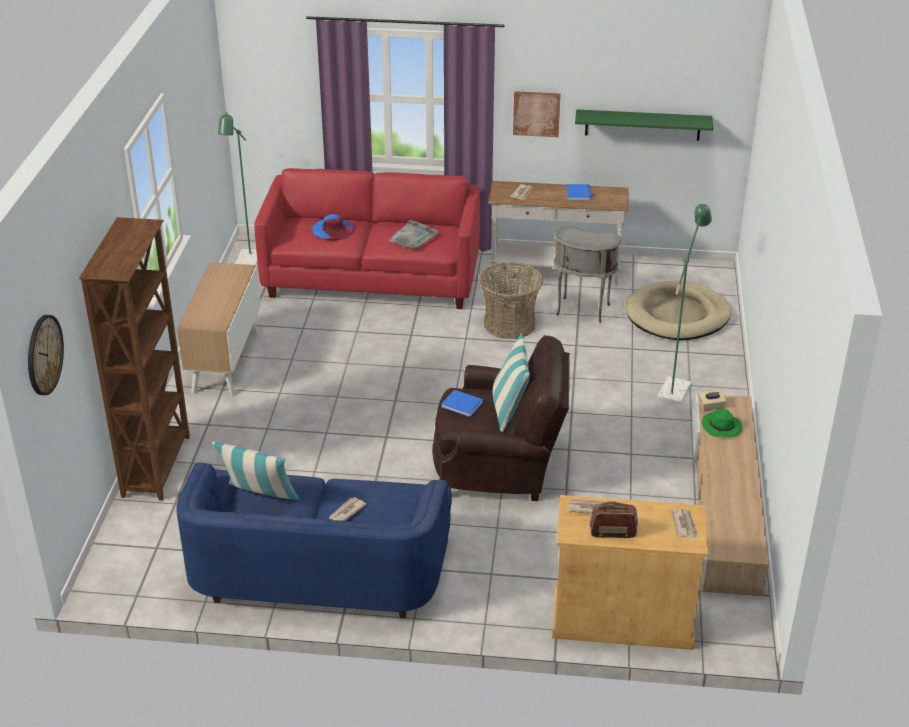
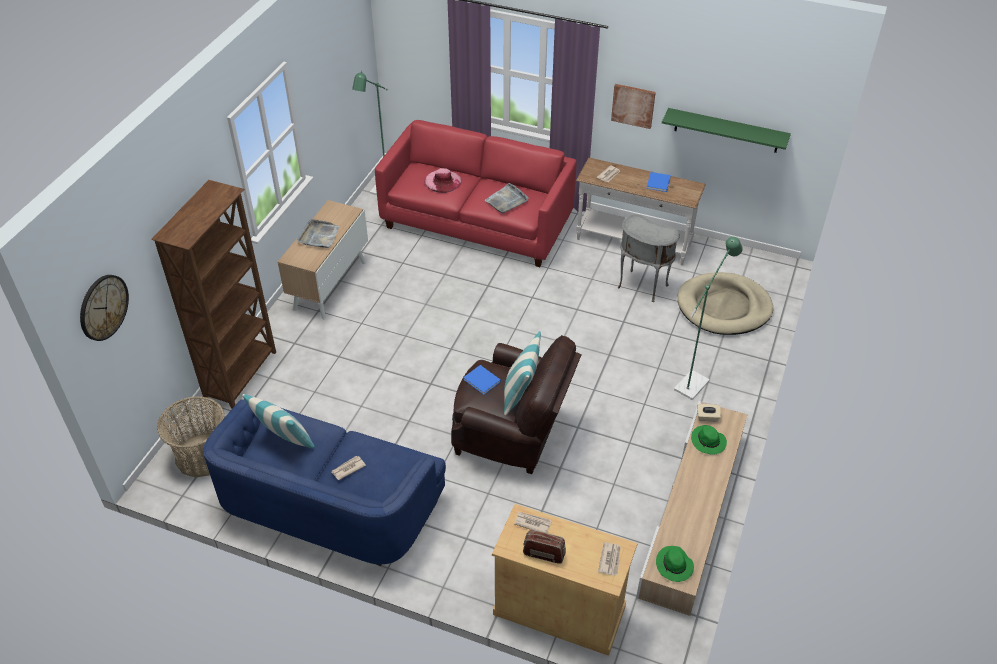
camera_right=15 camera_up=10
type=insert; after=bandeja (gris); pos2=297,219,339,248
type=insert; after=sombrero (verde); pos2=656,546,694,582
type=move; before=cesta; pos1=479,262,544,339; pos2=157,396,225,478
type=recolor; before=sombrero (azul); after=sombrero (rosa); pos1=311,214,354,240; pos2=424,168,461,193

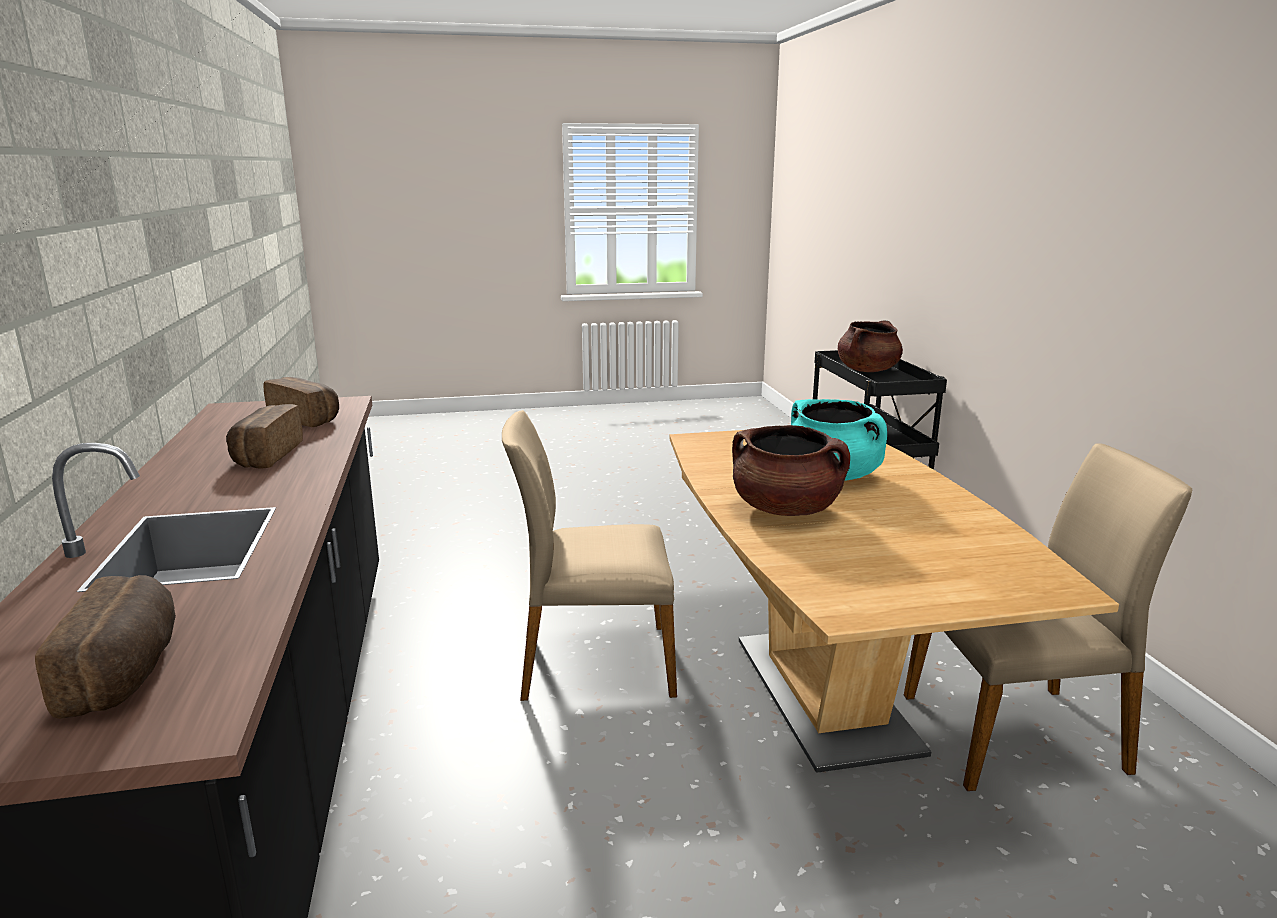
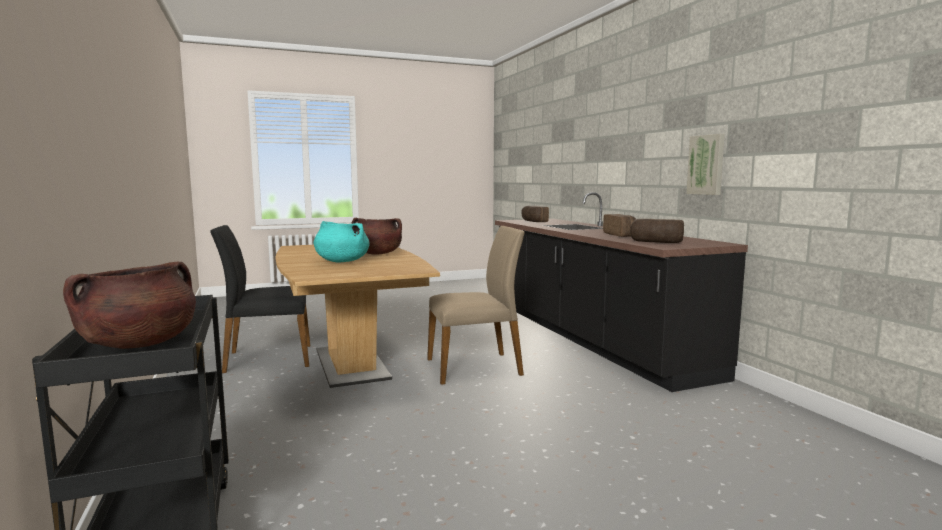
camera_right=170 camera_up=-10
type=insert; after=cuadro; pos2=686,134,725,195
type=recolor; before=silla (beis); after=silla (negro); pos1=904,443,1192,791; pos2=210,225,310,373

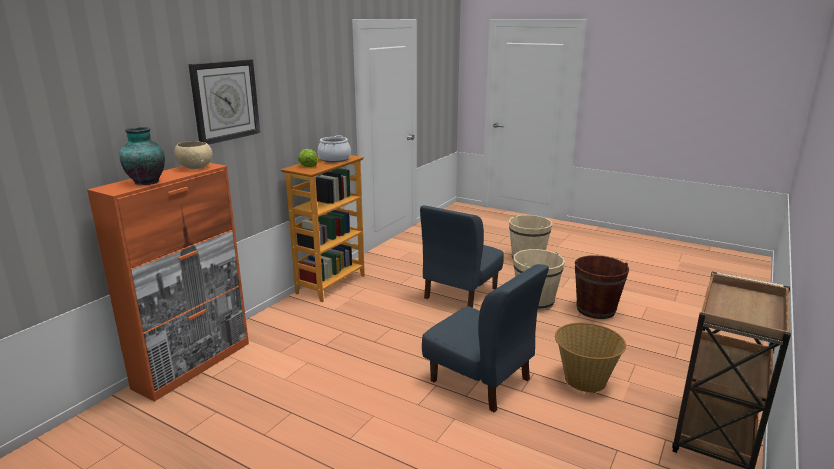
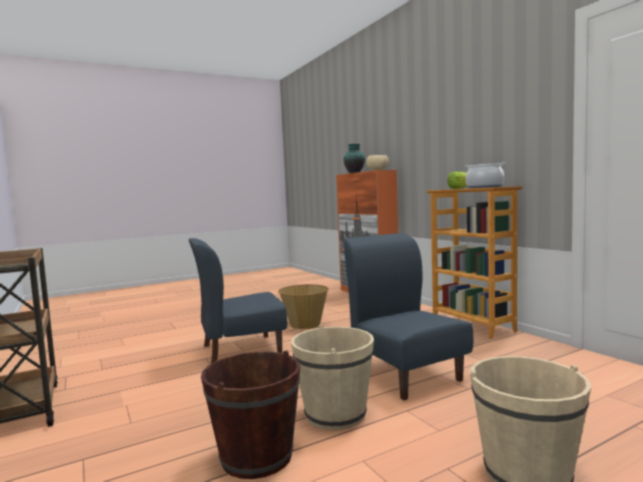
camera_right=120 camera_up=-15
type=delete; before=reloj de pared; pos1=188,60,260,145
type=move; before=cesta; pos1=555,323,626,392; pos2=278,284,329,329

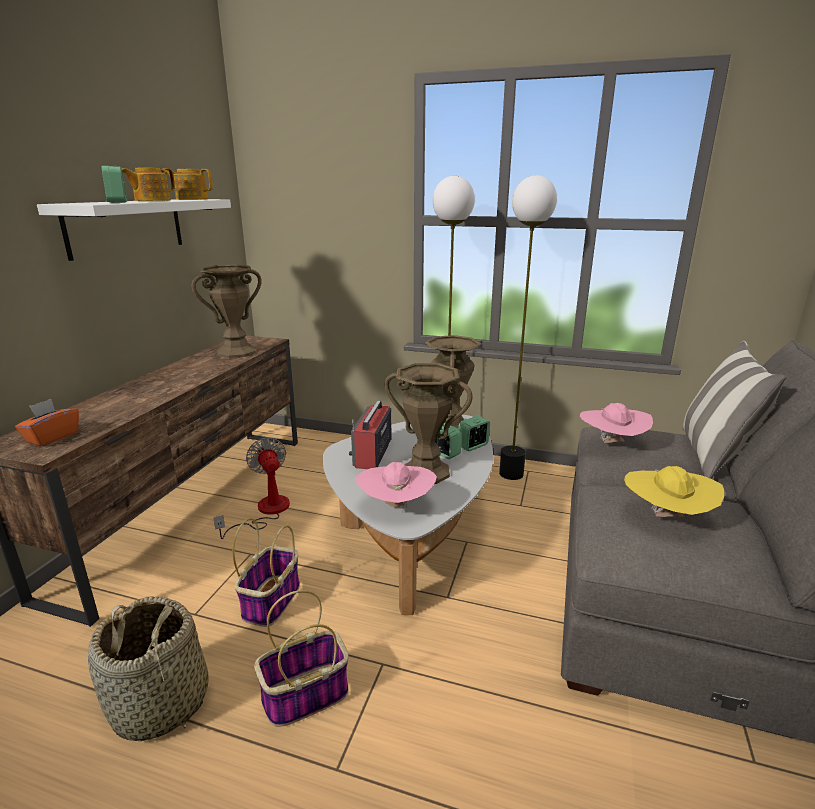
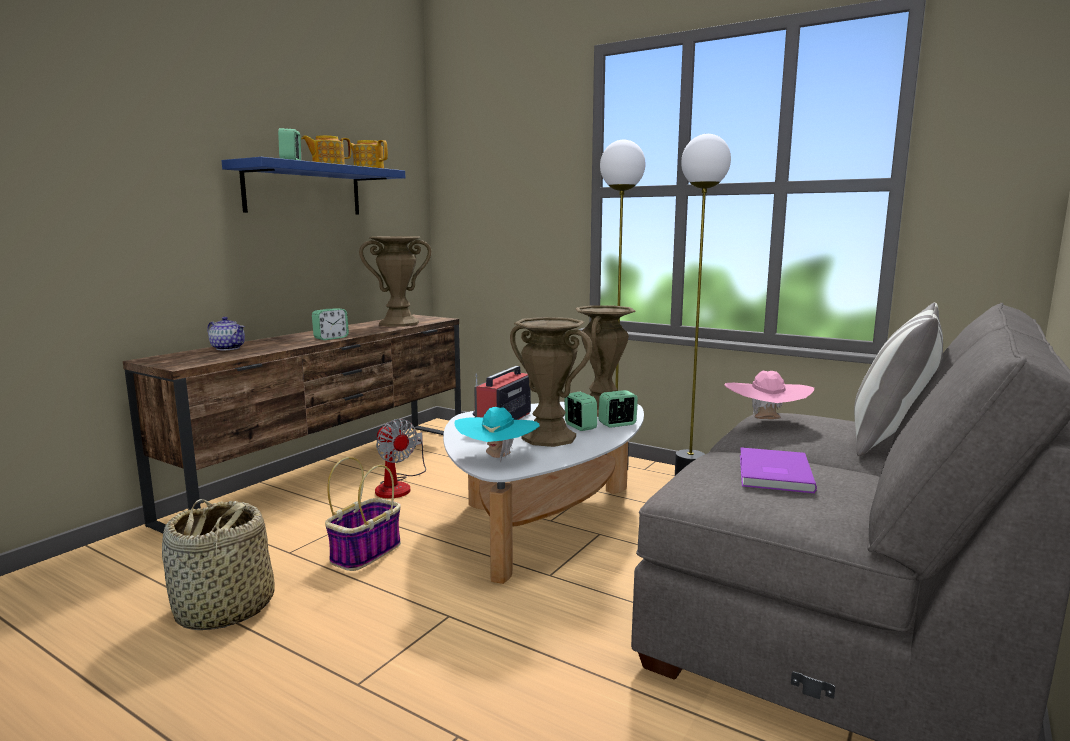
camera_right=15 camera_up=-10
type=delete; before=caja de pañuelos (naranja); pos1=15,399,79,447
type=delete; before=cesta; pos1=254,590,349,727
type=insert; after=tetera; pos2=207,317,245,350
type=insert; after=despertador; pos2=312,308,349,340
type=replace; before=sombrero (amarillo); after=libro (morado); pos1=624,466,724,517; pos2=740,447,817,493
type=recolor; before=estante (blanco); after=estante (azul); pos1=37,199,231,261; pos2=221,157,406,215
type=recolor; before=sombrero (rosa); after=sombrero (turquesa); pos1=355,462,437,512; pos2=454,407,540,462
type=rotate; before=ventilador; pos1=213,437,290,539; pos2=375,419,426,498; turn=150

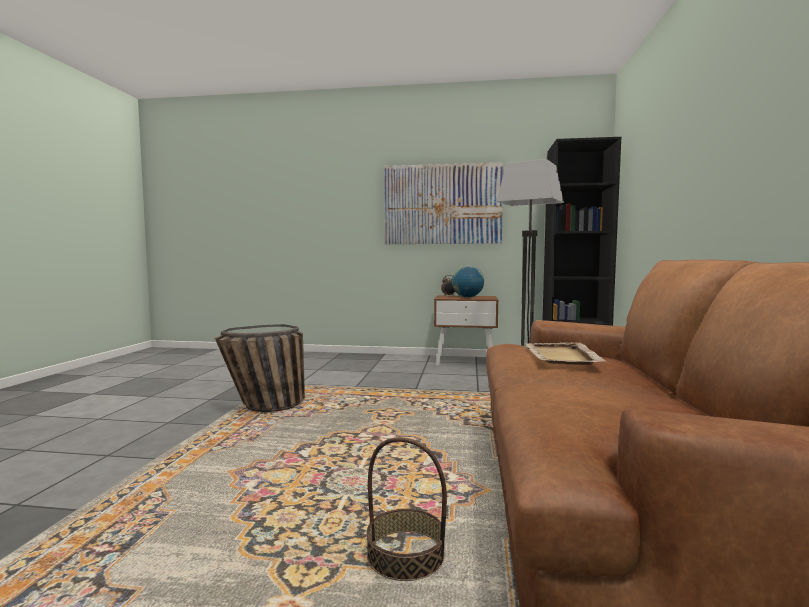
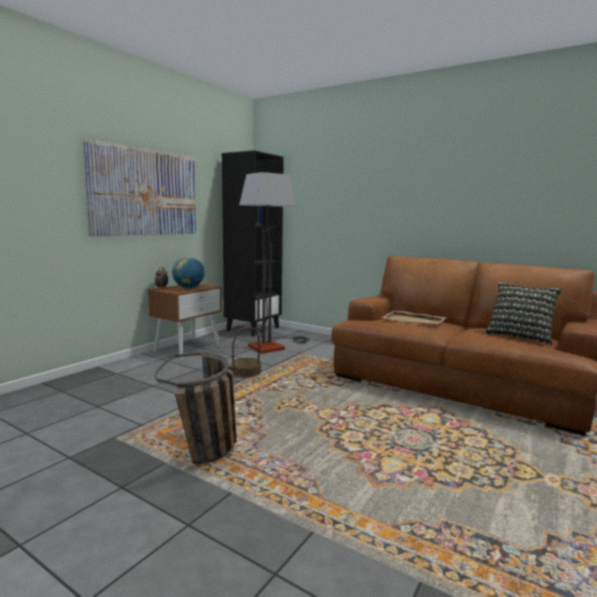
camera_right=-65 camera_up=5
type=insert; after=cojín; pos2=485,282,563,345
type=move; before=cesta; pos1=367,437,447,581; pos2=231,327,262,378

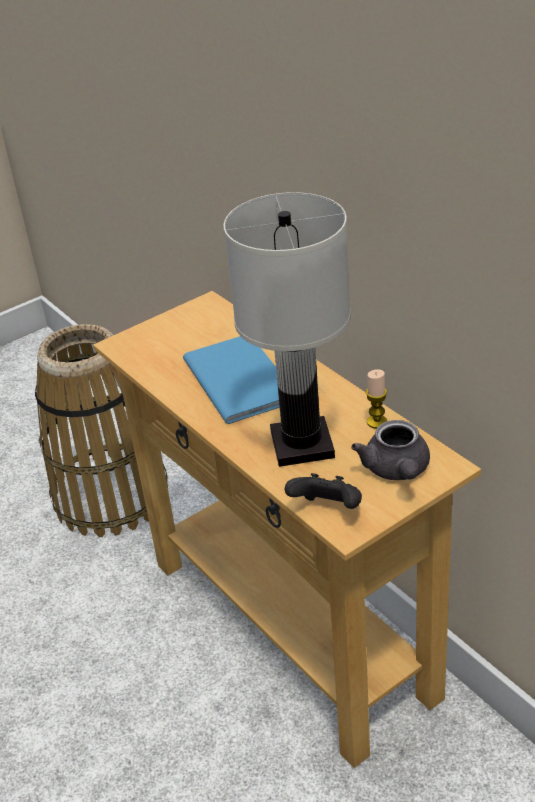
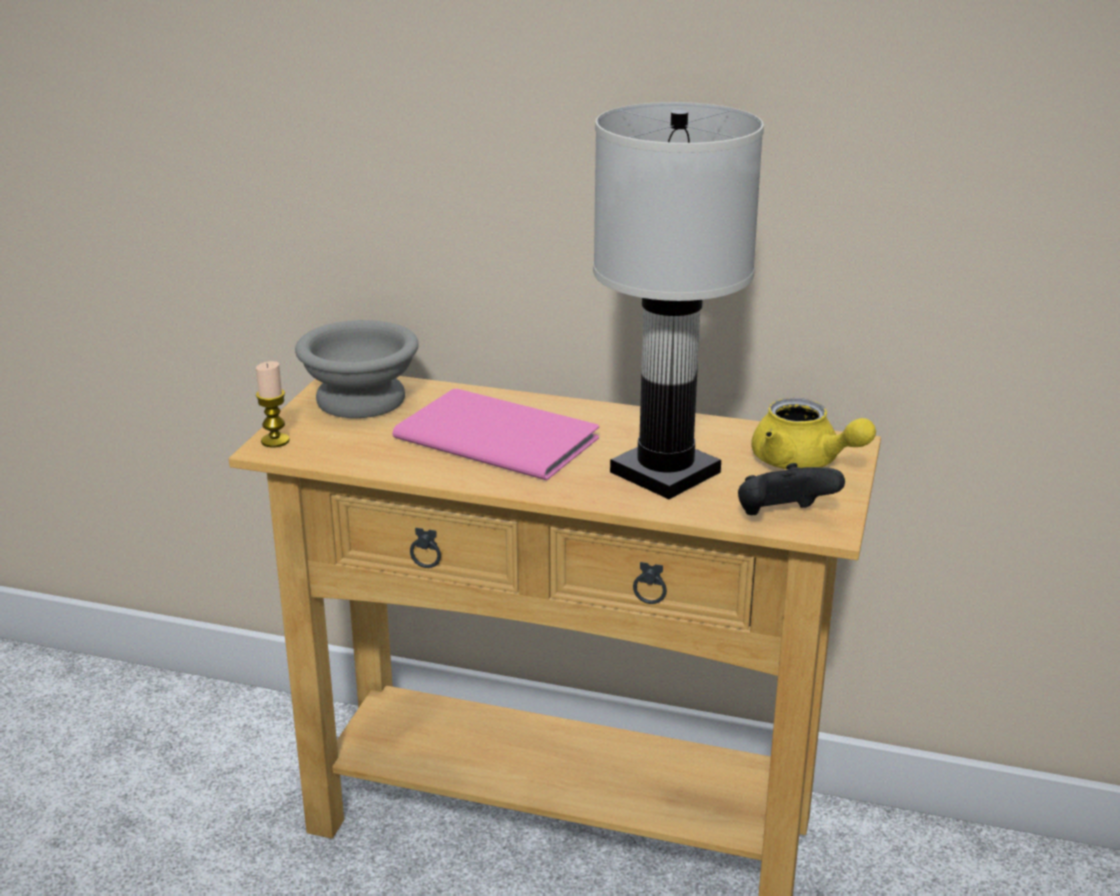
camera_right=-40 camera_up=-10
type=delete; before=cesta; pos1=35,324,168,537
type=insert; after=cuenco (gris); pos2=295,320,419,418
type=move; before=vela; pos1=366,369,387,429; pos2=256,361,290,447
type=recolor; before=libro (azul); after=libro (rosa); pos1=183,336,280,424; pos2=392,388,599,481
type=recolor; before=tetera (gris); after=tetera (amarillo); pos1=351,420,430,480; pos2=751,398,876,470

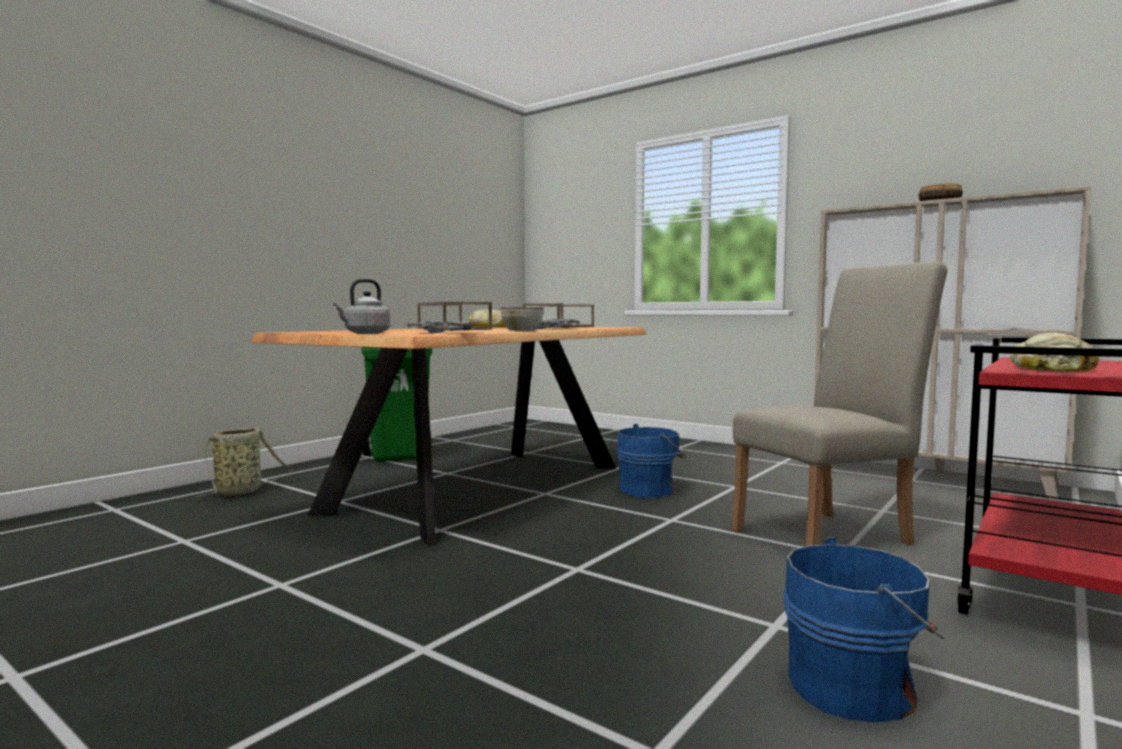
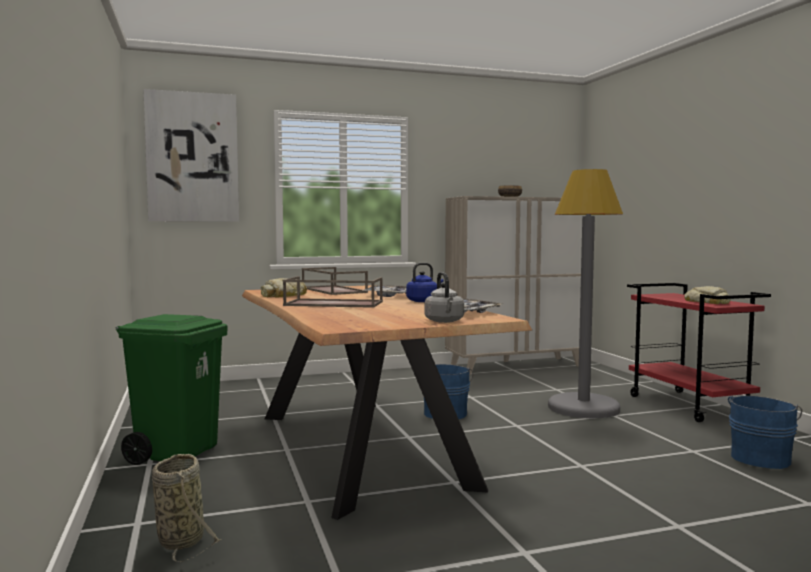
camera_right=-55 camera_up=0
type=insert; after=cuadro; pos2=143,89,239,222
type=replace; before=cuenco; after=hervidor (azul); pos1=500,307,544,331; pos2=406,263,444,302
type=replace; before=silla (beis); after=lámpara de pie (gris); pos1=732,261,947,546; pos2=548,169,623,418

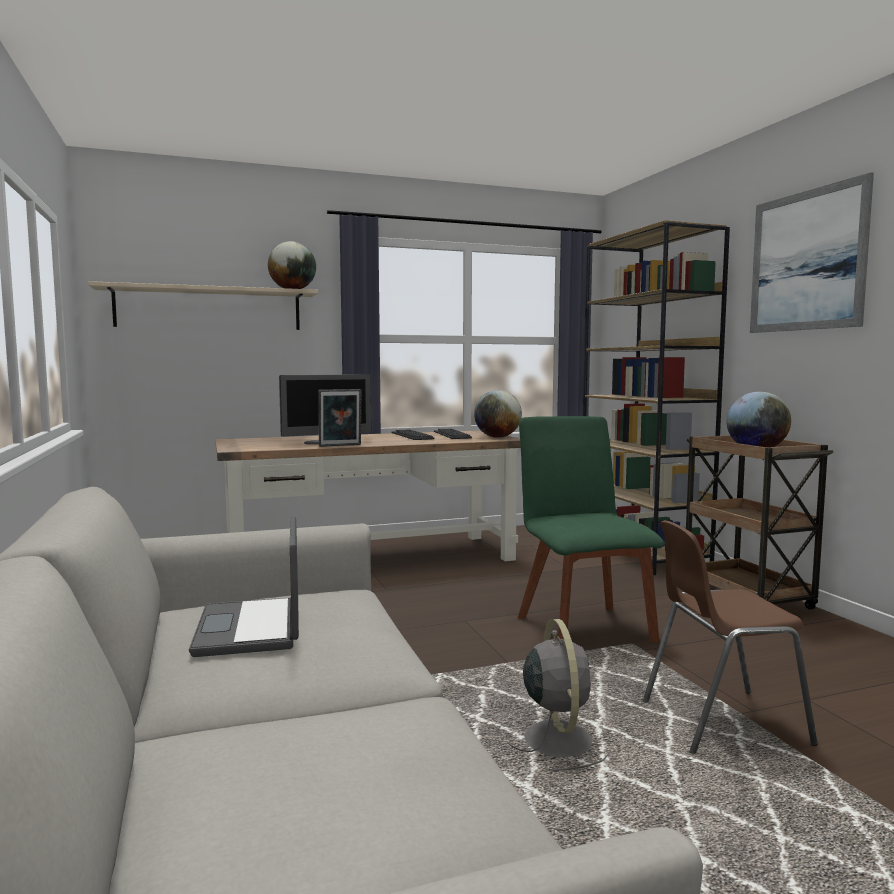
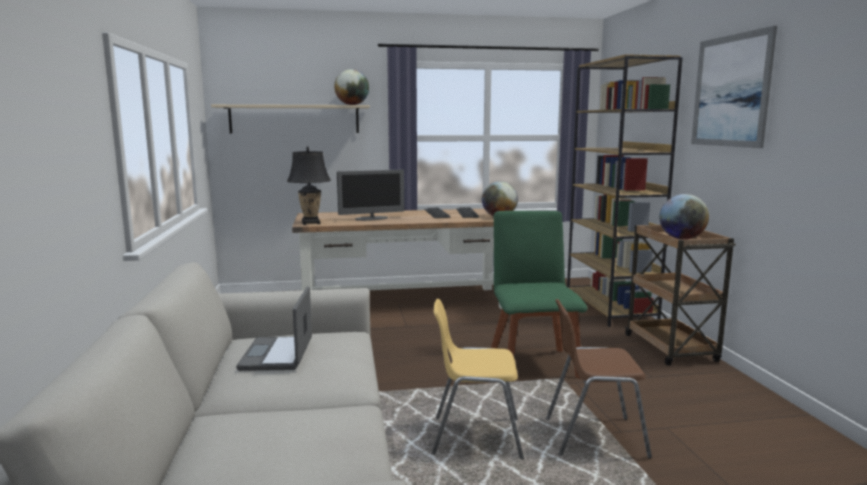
camera_right=10 camera_up=5
type=delete; before=portarretratos; pos1=319,389,362,447
type=insert; after=lámpara de mesa (negro); pos2=287,147,331,225
type=replace; before=ventilador (gris); after=silla (amarillo); pos1=508,619,611,772; pos2=431,299,524,459

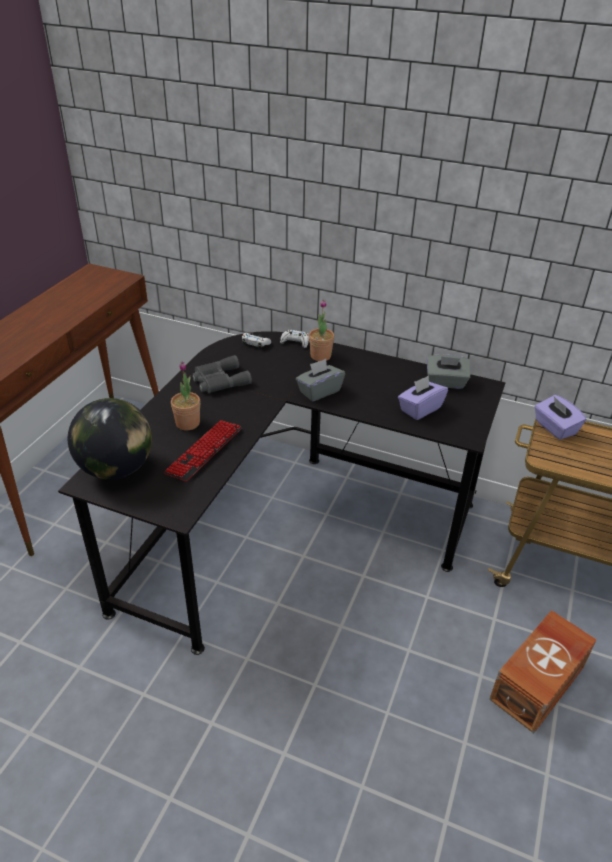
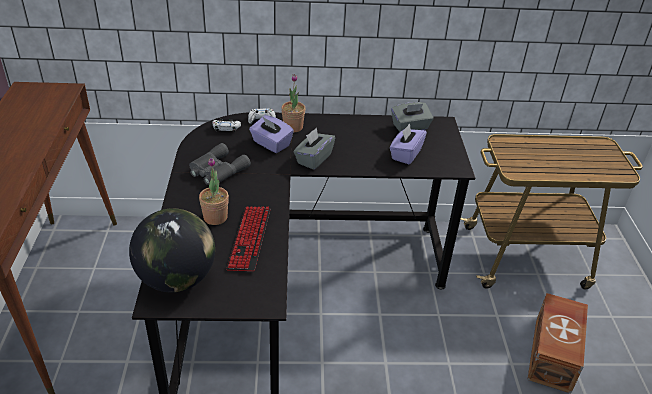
camera_right=-25 camera_up=0
type=move; before=caja de pañuelos (morado); pos1=535,395,586,440; pos2=249,115,294,153

